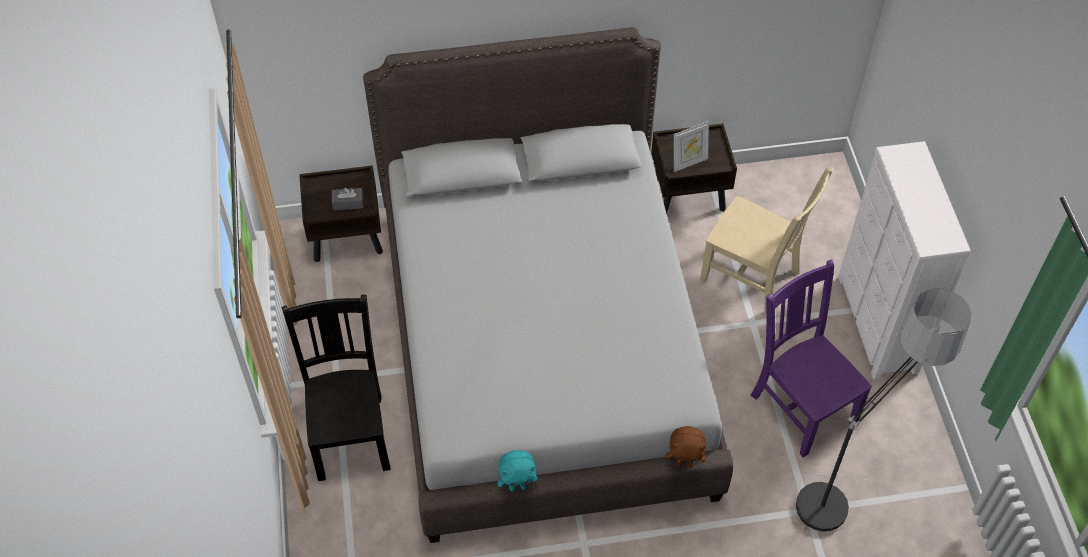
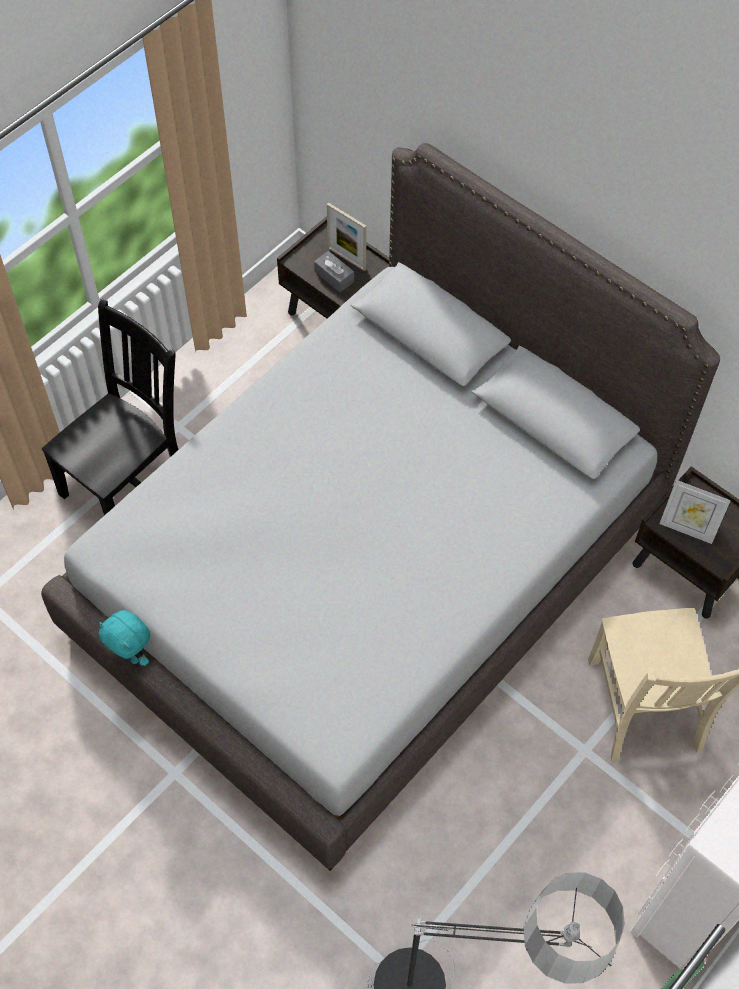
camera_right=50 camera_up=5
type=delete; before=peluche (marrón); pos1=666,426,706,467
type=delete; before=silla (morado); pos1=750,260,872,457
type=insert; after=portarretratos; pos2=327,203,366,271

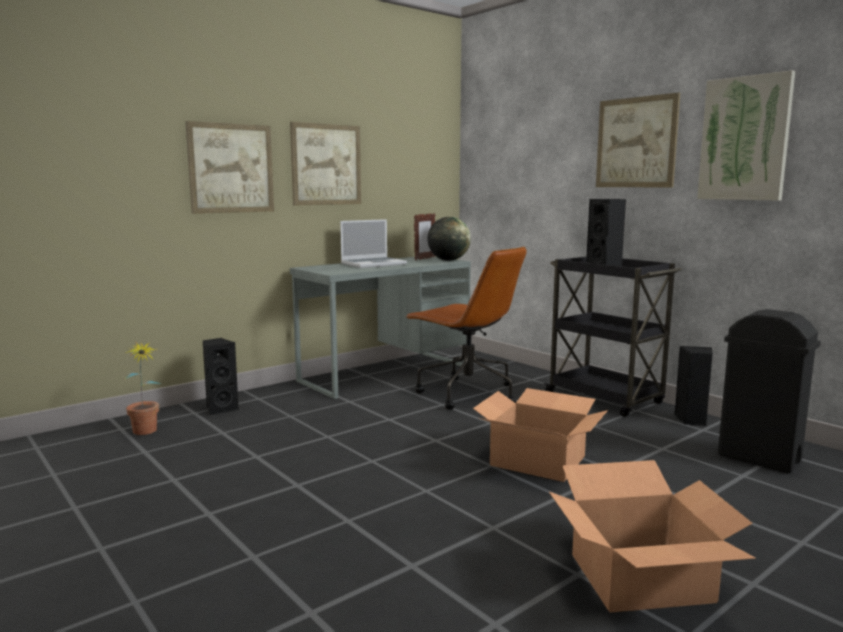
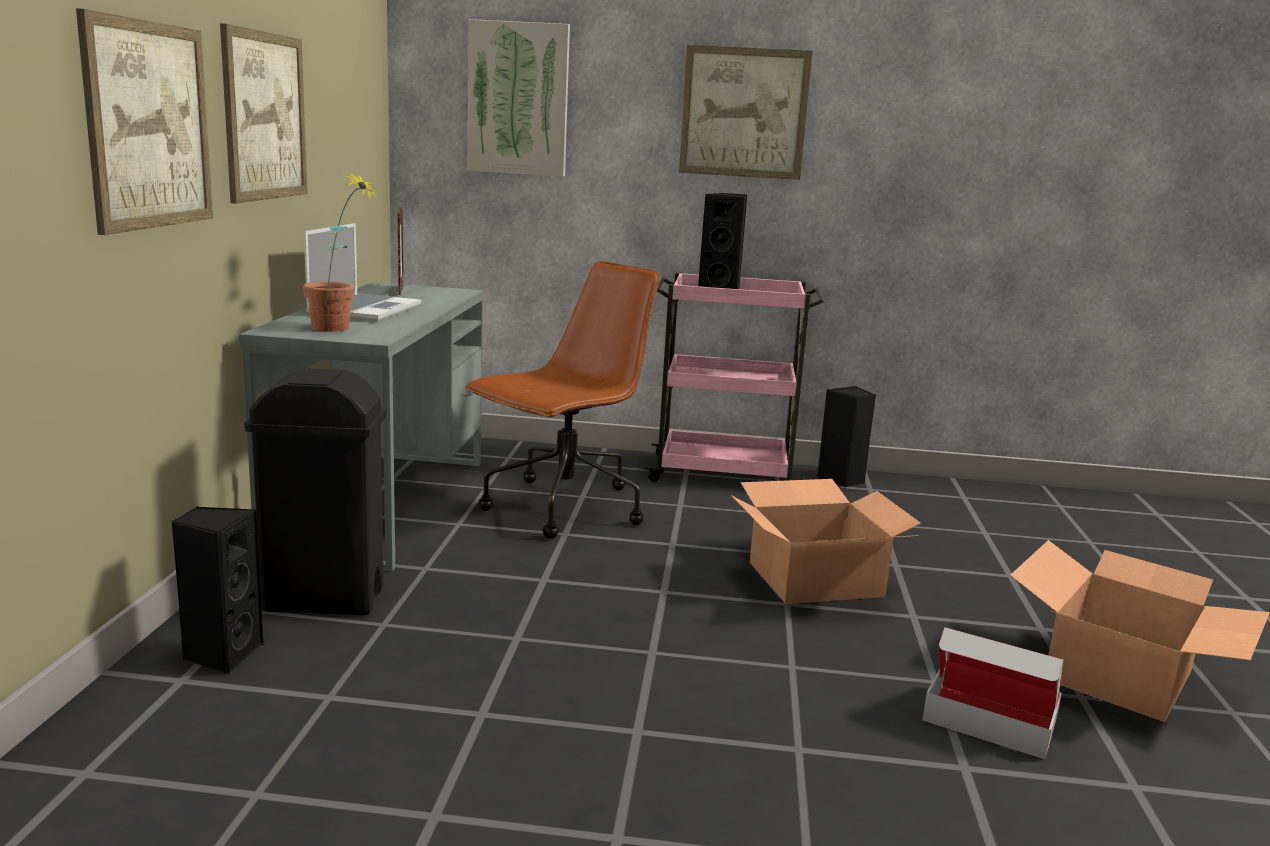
camera_right=-45 camera_up=5
type=delete; before=globo terráqueo; pos1=427,217,471,261
type=insert; after=caja de cartón; pos2=923,627,1063,759
type=move; before=planta en maceta; pos1=123,341,161,435; pos2=303,172,381,332
type=move; before=cuadro; pos1=697,70,795,200; pos2=468,19,570,177
type=move; before=papelera (negro); pos1=718,309,821,473; pos2=244,368,386,615
type=recolor; before=carrito (negro); after=carrito (rosa); pos1=544,257,682,417; pos2=644,273,824,482
type=rotate; before=silla de oficina (marrón); pos1=405,247,527,410; pos2=464,261,659,539; turn=-45

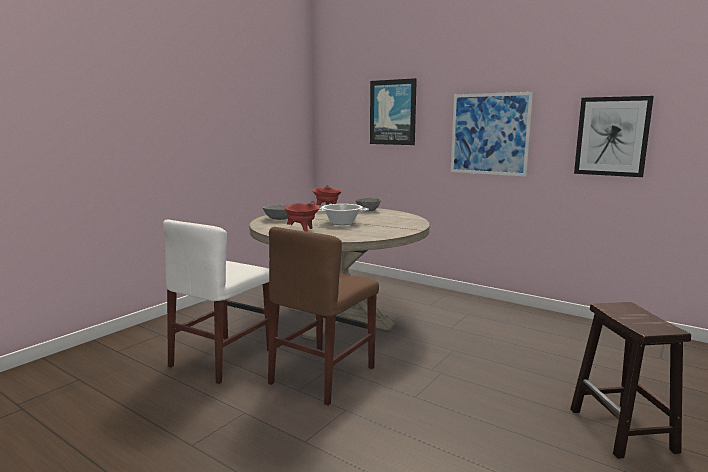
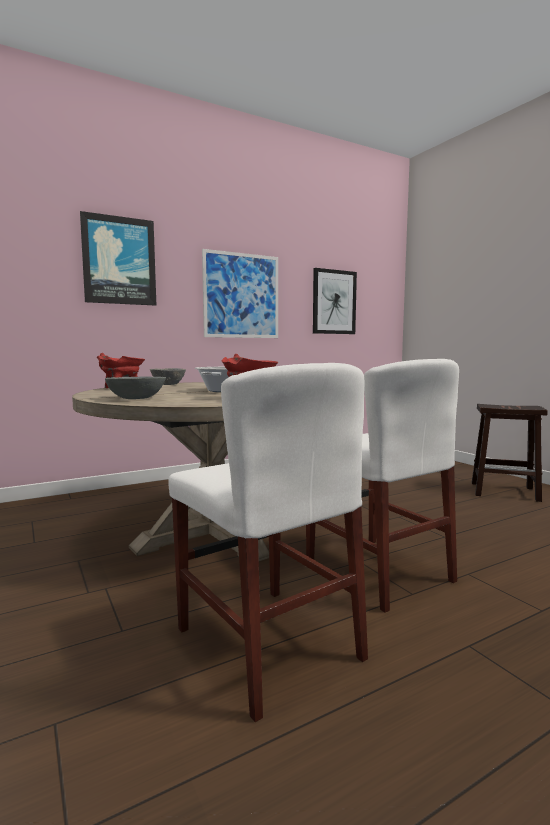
camera_right=-65 camera_up=-5
type=recolor; before=silla (marrón); after=silla (blanco); pos1=268,227,379,405; pos2=306,359,459,612

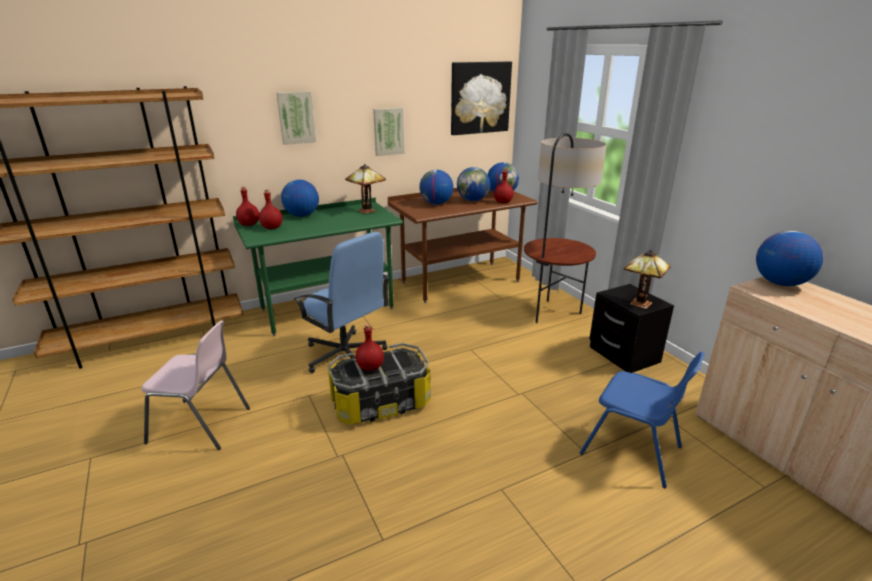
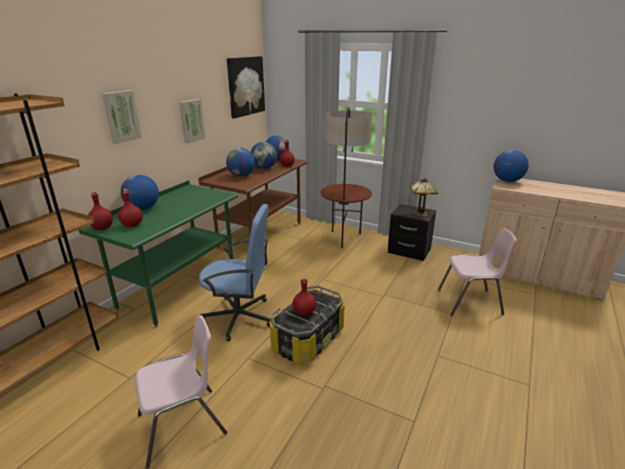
camera_right=-35 camera_up=0
type=delete; before=lámpara de mesa; pos1=345,164,386,214
type=recolor; before=silla (azul); after=silla (rosa); pos1=580,352,705,488; pos2=438,228,517,316

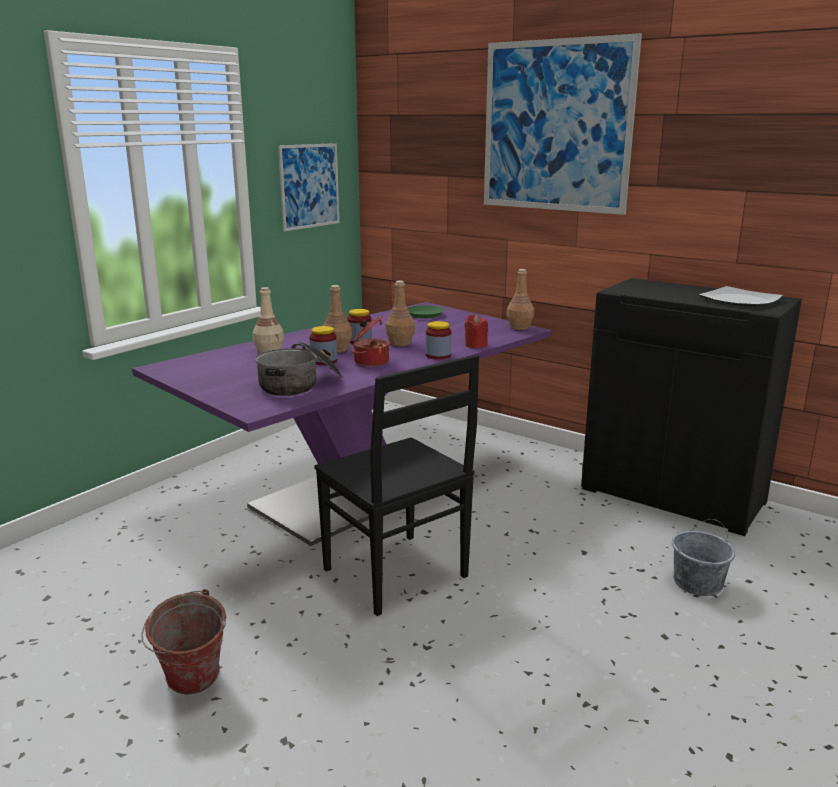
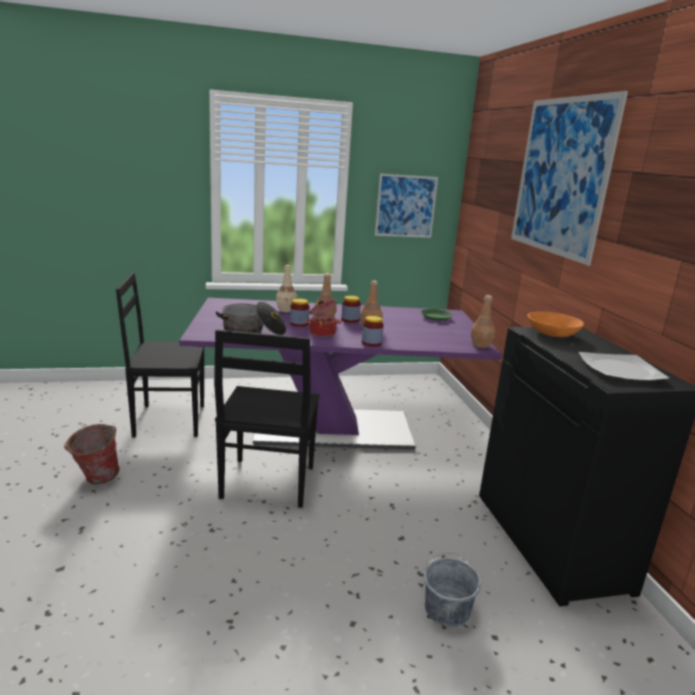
camera_right=40 camera_up=0
type=delete; before=vela (rojo); pos1=465,315,488,348
type=insert; after=silla (negro); pos2=116,272,204,438
type=insert; after=cuenco (naranja); pos2=527,312,584,337

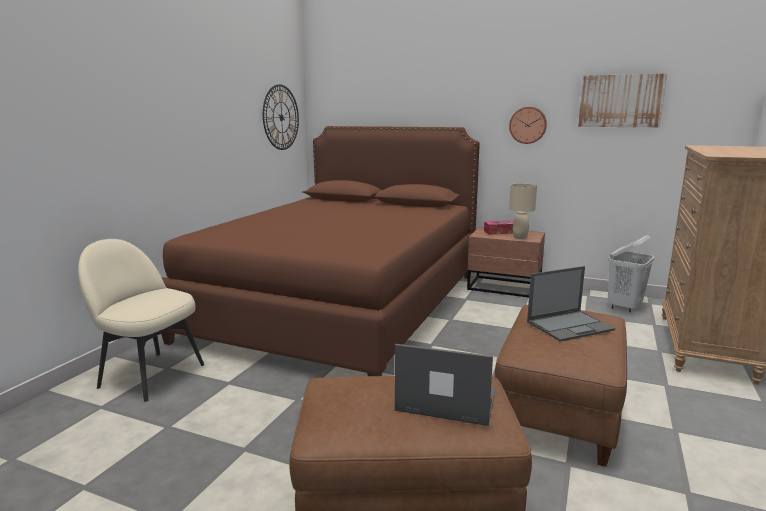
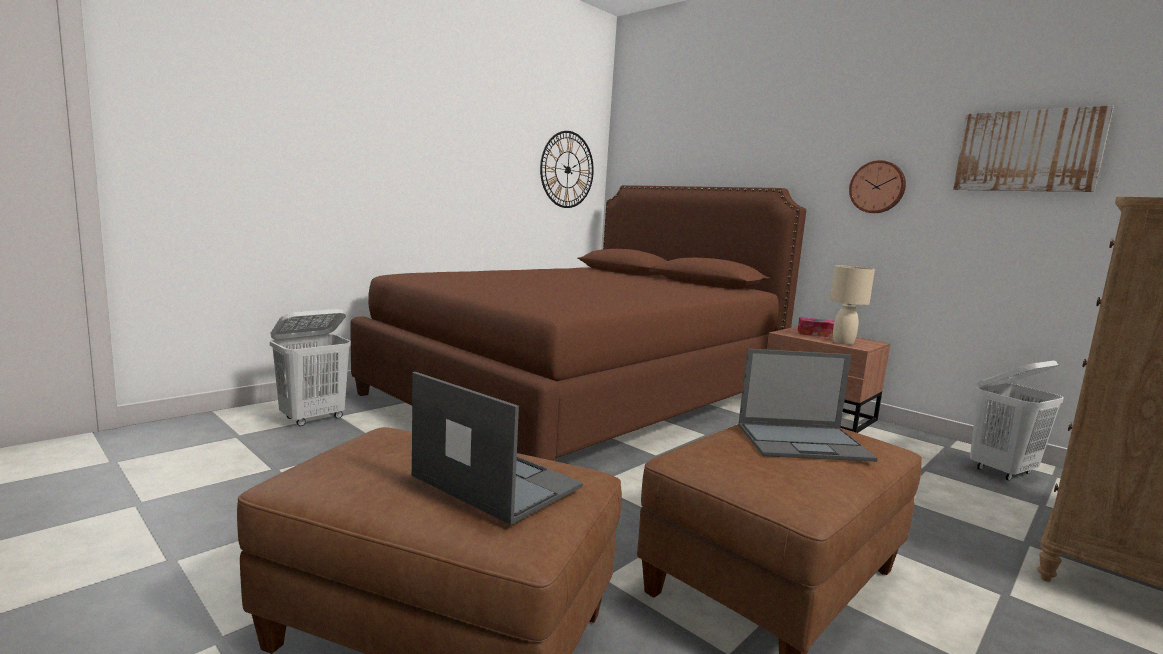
camera_right=20 camera_up=-5
type=replace; before=silla (beis); after=cesto de la ropa (blanco); pos1=78,239,204,402; pos2=270,309,351,426

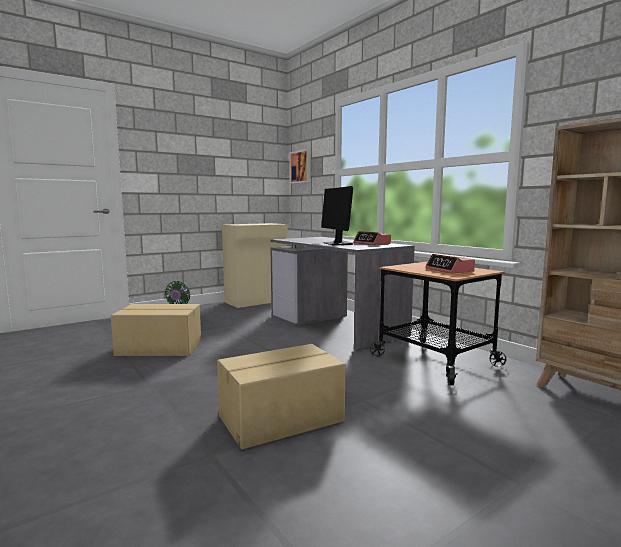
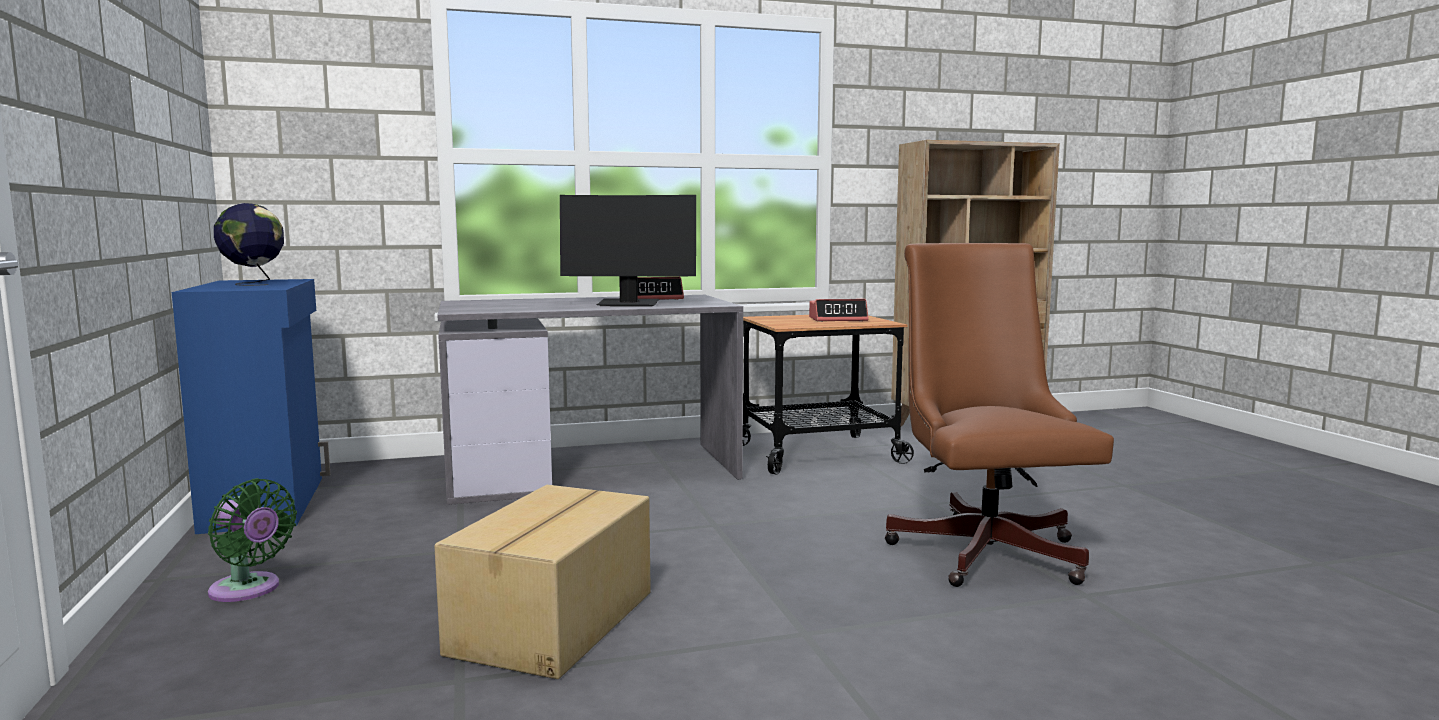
camera_right=-70 camera_up=0
type=delete; before=cuadro; pos1=289,149,311,184
type=insert; after=globo terráqueo; pos2=214,203,284,286
type=replace; before=caja de cartón; after=silla de oficina (marrón); pos1=217,344,346,450; pos2=885,243,1114,587
type=recolor; before=armario (beis); after=armario (azul); pos1=222,223,288,308; pos2=172,279,330,534

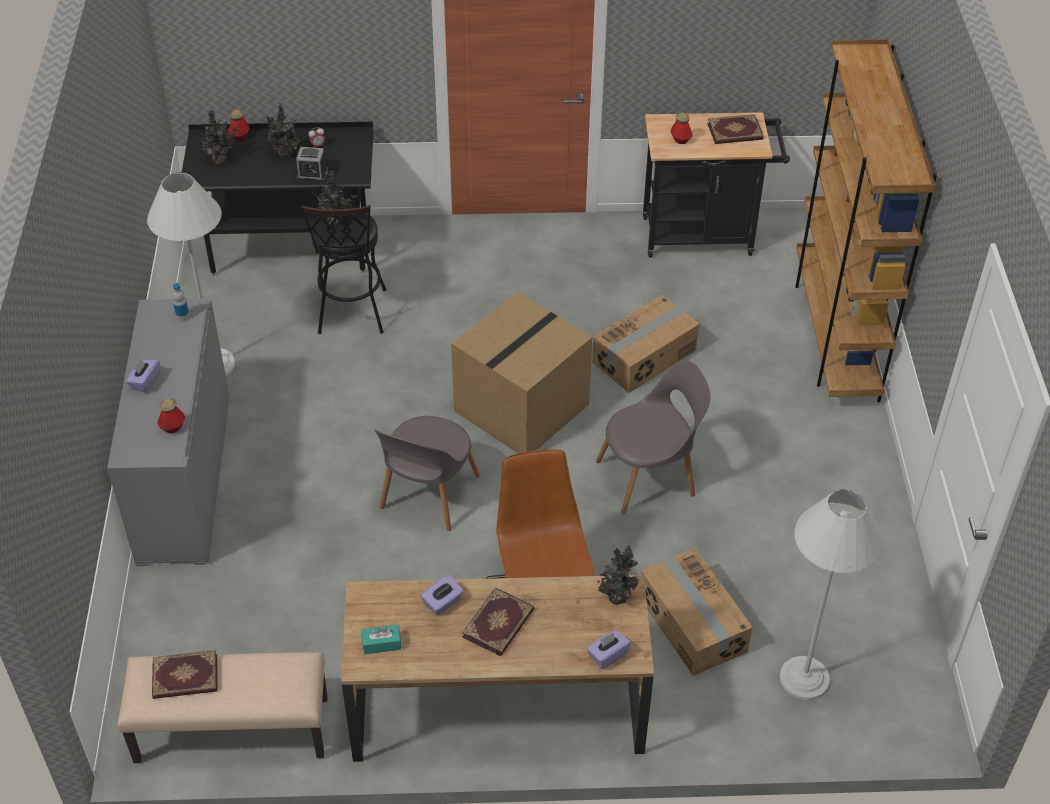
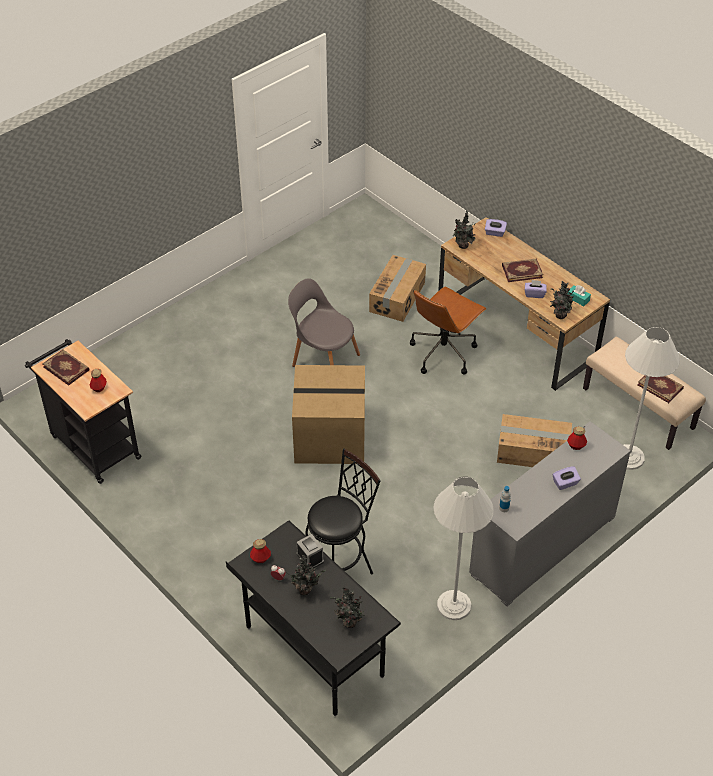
camera_right=-130 camera_up=0
type=delete; before=silla (gris); pos1=374,416,480,531
type=delete; before=estantería (marrón); pos1=795,39,937,403
type=move; before=botella; pos1=228,109,249,141; pos2=250,539,271,563
type=move; before=planta en maceta; pos1=312,171,357,226; pos2=550,281,575,319
type=move; before=caja de cartón; pos1=592,295,700,393; pos2=497,414,572,467
type=move; before=lámpara de pie (blanco); pos1=779,489,884,700; pos2=624,326,680,470

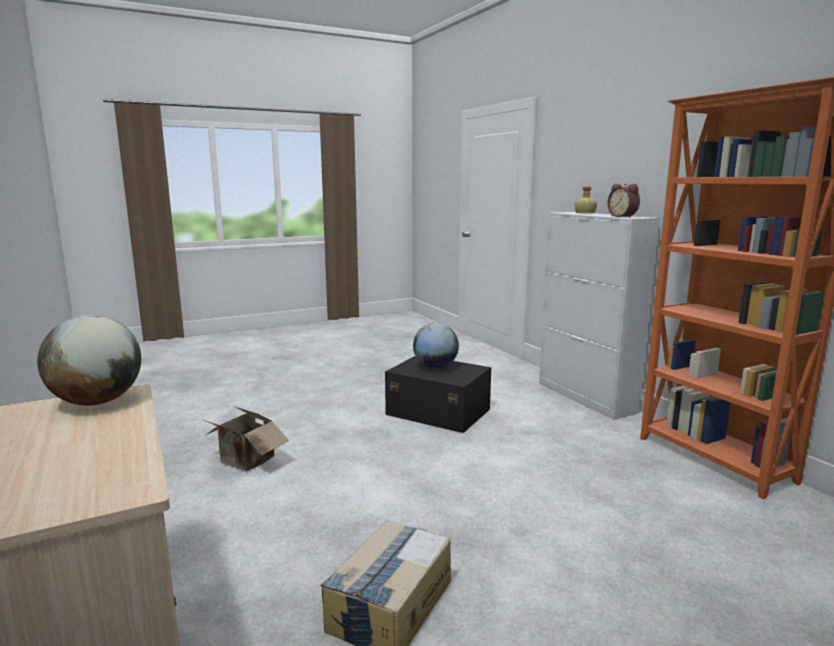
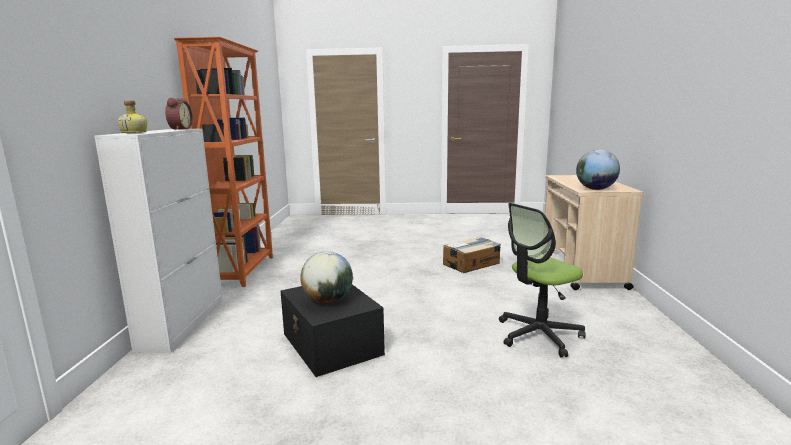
camera_right=-150 camera_up=0
type=replace; before=caja de cartón; after=silla de oficina; pos1=201,406,289,471; pos2=499,203,586,358

